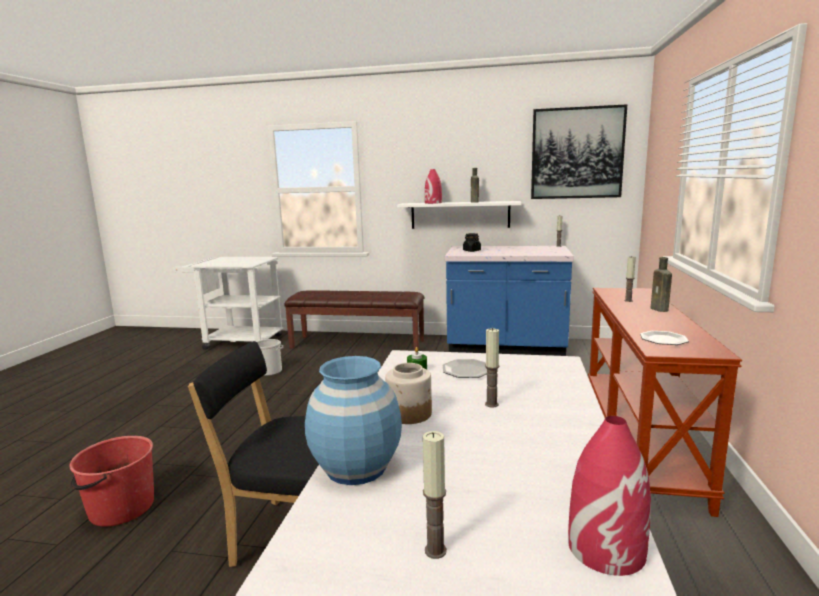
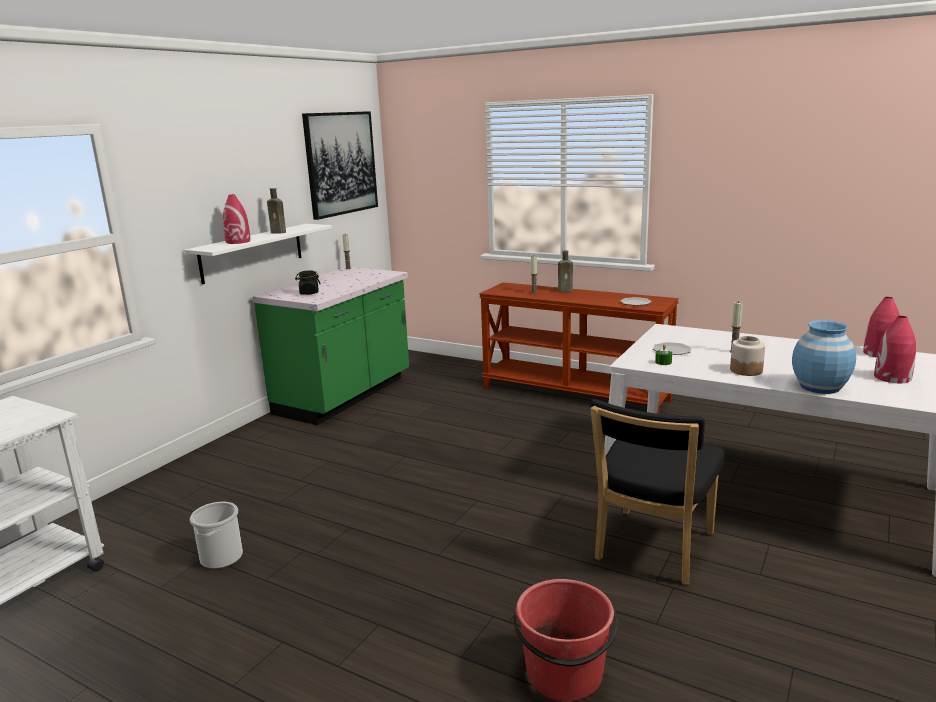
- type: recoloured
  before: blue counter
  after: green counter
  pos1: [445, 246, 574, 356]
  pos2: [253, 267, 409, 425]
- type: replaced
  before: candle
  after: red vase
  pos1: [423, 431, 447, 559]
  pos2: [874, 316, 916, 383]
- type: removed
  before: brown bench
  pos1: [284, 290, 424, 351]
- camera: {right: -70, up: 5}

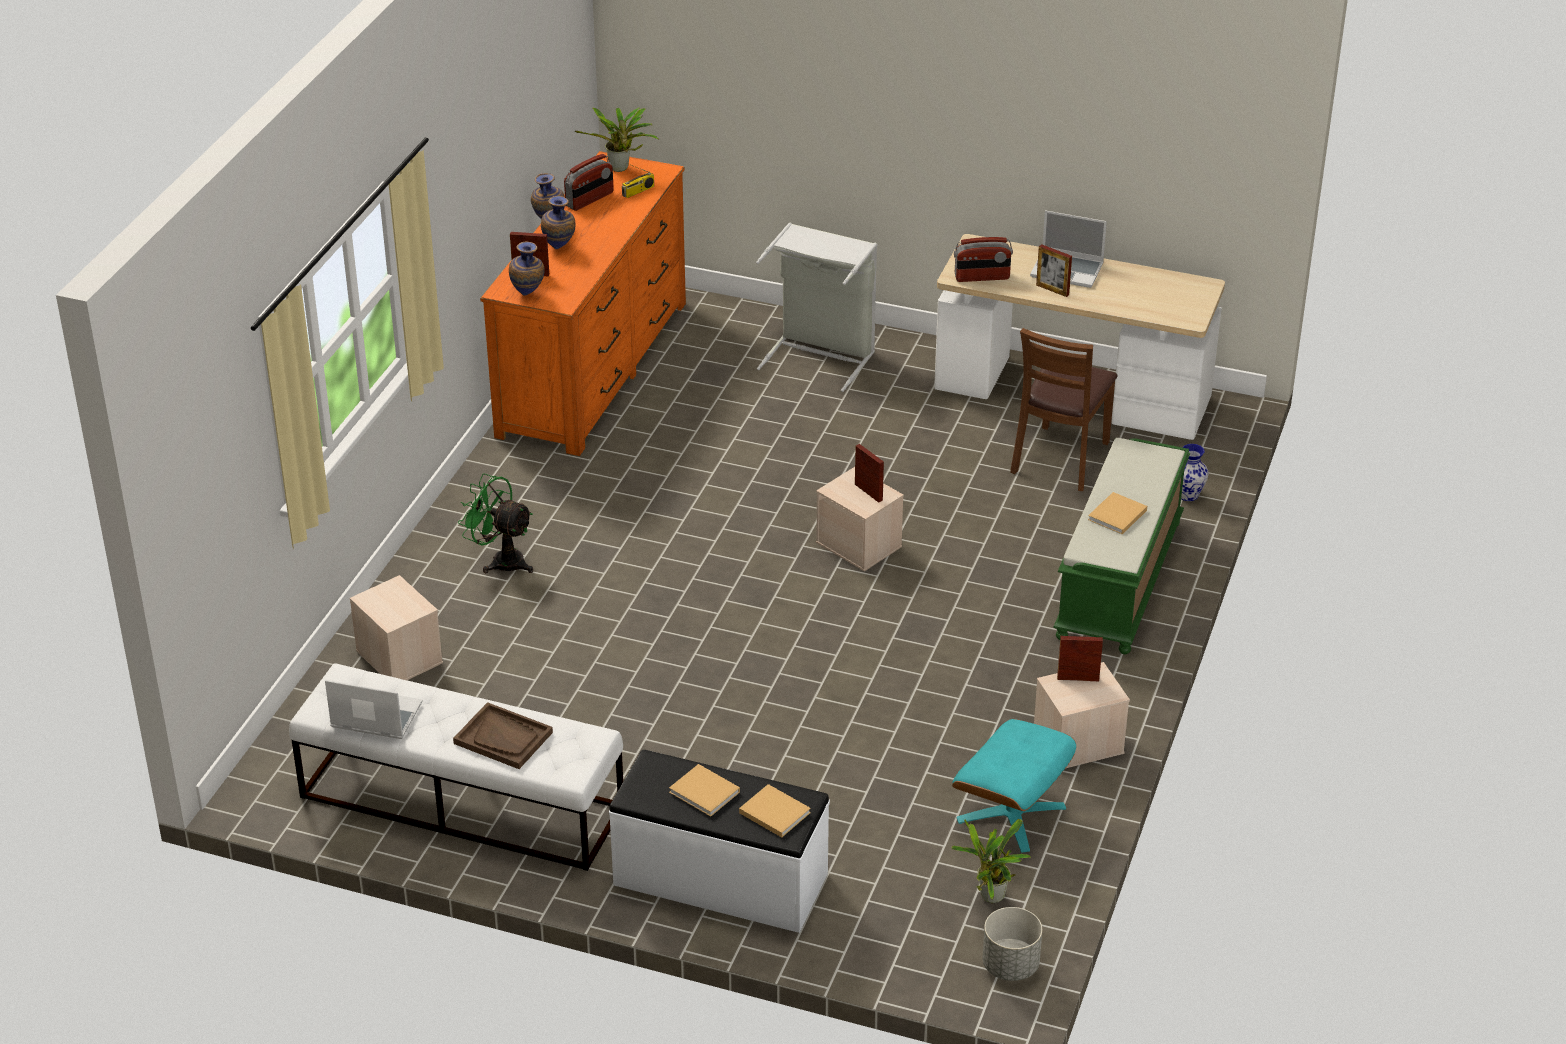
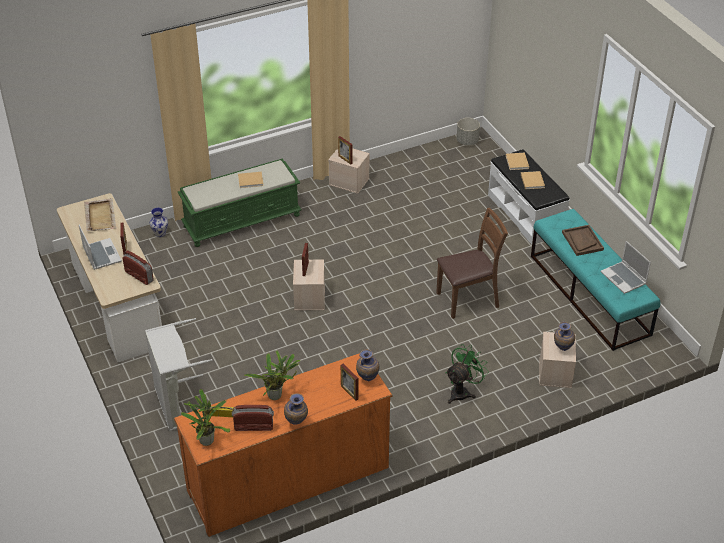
- type: added
  after: beige tray
  pos2: [84, 198, 116, 231]
- type: moved
  before: potted plant
  pos1: [951, 819, 1031, 903]
  pos2: [244, 350, 300, 400]
- type: moved
  before: brown chair
  pos1: [1010, 328, 1118, 491]
  pos2: [436, 208, 508, 319]
- type: turned
  before: green fan
  pos1: [458, 473, 533, 573]
  pos2: [446, 344, 489, 404]
  turn: -120
- type: recoloured
  before: white bench
  after: turquoise bench
  pos1: [289, 663, 623, 871]
  pos2: [531, 209, 660, 351]
- type: moved
  before: vase
  pos1: [541, 196, 575, 249]
  pos2: [554, 322, 575, 351]
- type: removed
  before: turquoise ottoman
  pos1: [952, 719, 1076, 853]
- camera: {right: -135, up: 5}

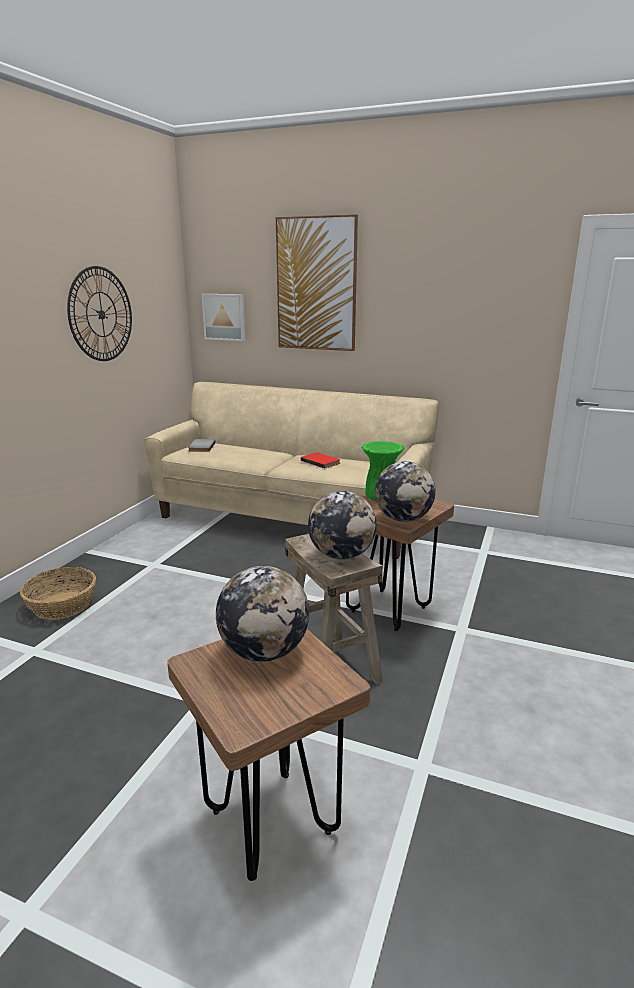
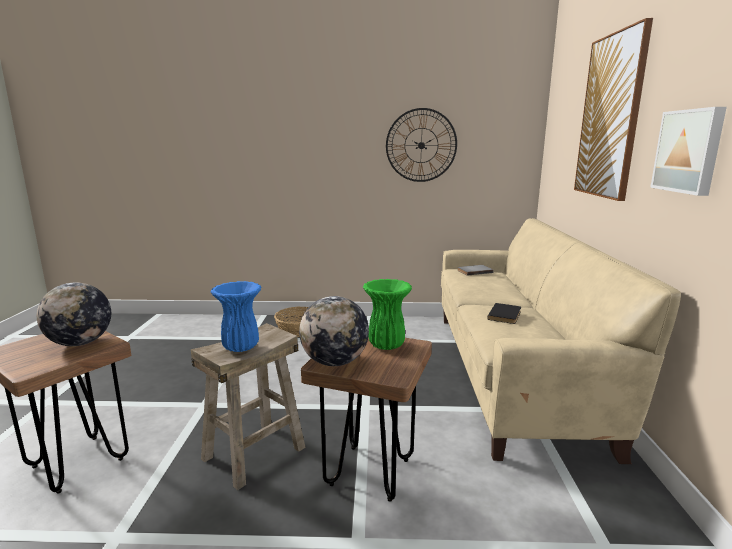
- type: replaced
  before: globe
  after: blue vase
  pos1: [308, 491, 376, 559]
  pos2: [211, 281, 261, 352]
- type: recoloured
  before: red book
  after: black book
  pos1: [301, 453, 340, 468]
  pos2: [487, 303, 521, 324]
- type: moved
  before: picture
  pos1: [202, 294, 245, 341]
  pos2: [650, 107, 727, 196]
- camera: {right: 70, up: -5}

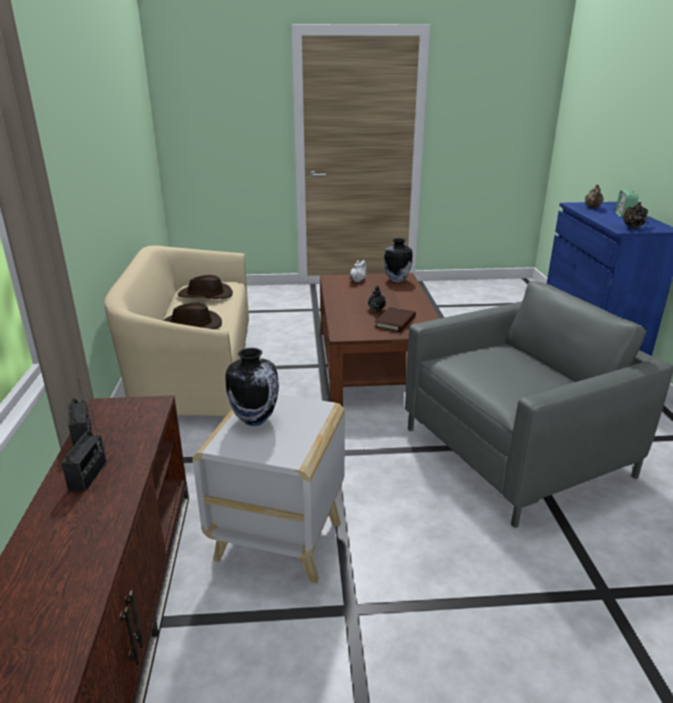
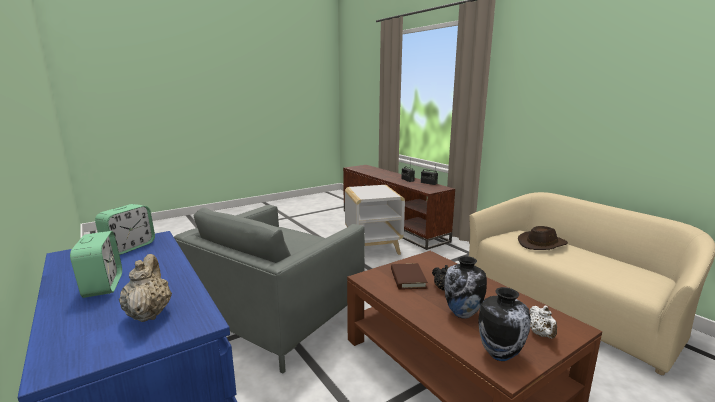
- type: replaced
  before: black teapot
  after: alarm clock
  pos1: [623, 202, 648, 228]
  pos2: [95, 204, 155, 255]
- type: moved
  before: vase
  pos1: [225, 348, 279, 426]
  pos2: [444, 256, 487, 319]
- type: removed
  before: brown hat
  pos1: [178, 275, 233, 299]
- camera: {right: 150, up: -10}

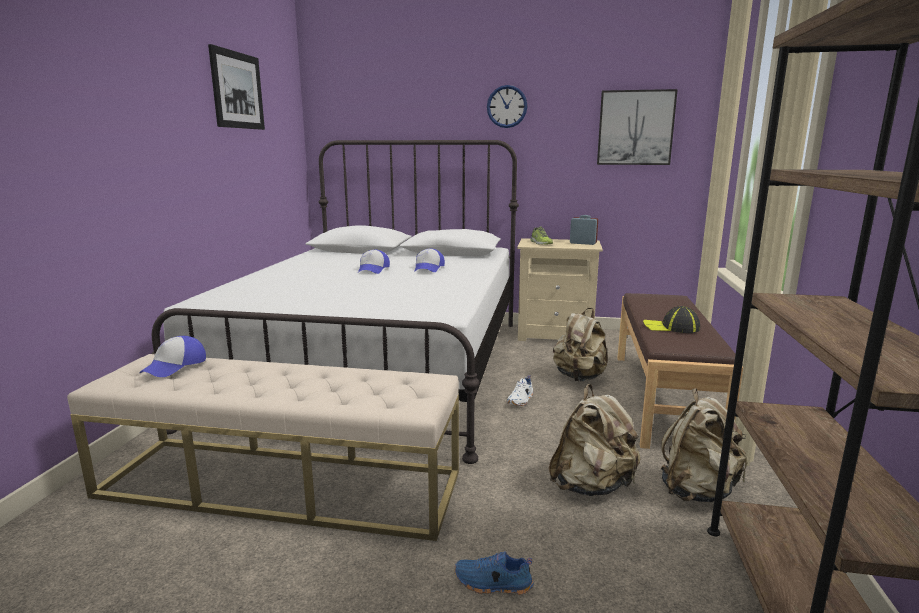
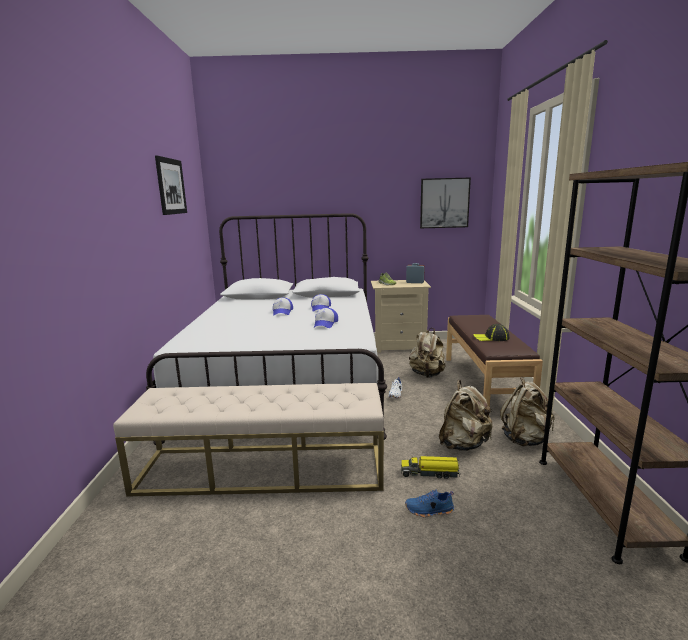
- type: moved
  before: cap
  pos1: [139, 336, 206, 377]
  pos2: [314, 308, 338, 328]
- type: added
  after: toy truck
  pos2: [401, 456, 460, 479]
- type: removed
  before: wall clock
  pos1: [487, 85, 527, 128]
- camera: {right: -10, up: 0}

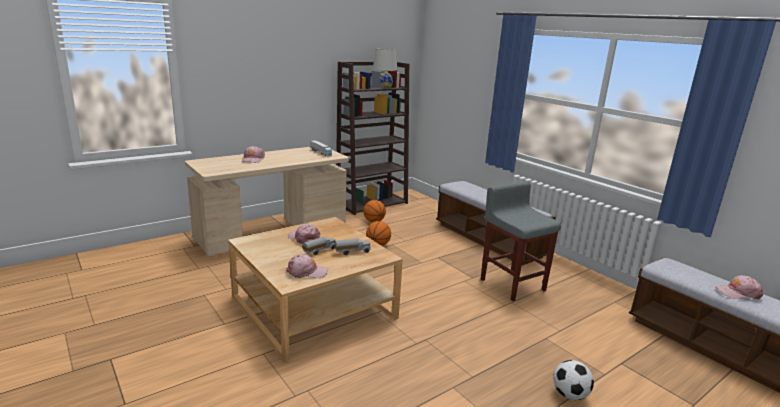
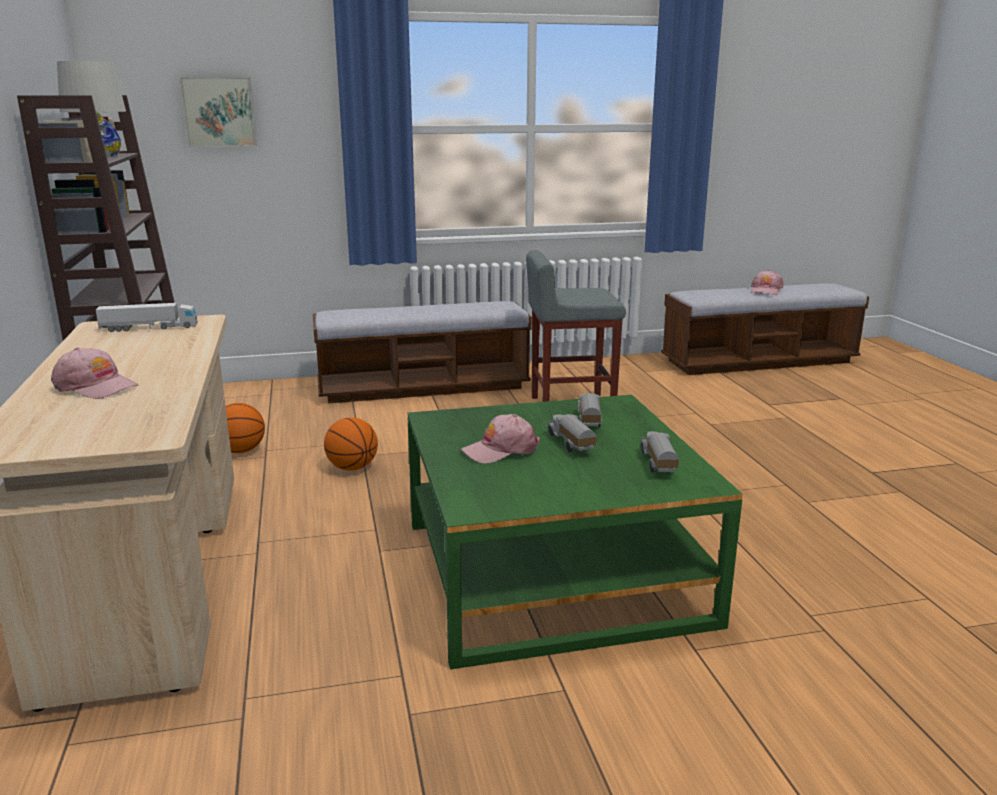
- type: added
  after: picture
  pos2: [180, 77, 257, 147]
- type: recoloured
  before: beige coffee table
  after: green coffee table
  pos1: [228, 217, 403, 362]
  pos2: [408, 395, 743, 669]
- type: replaced
  before: pink cap
  after: toy truck
  pos1: [287, 254, 328, 278]
  pos2: [640, 431, 679, 473]
- type: removed
  before: football
  pos1: [553, 360, 594, 400]
- camera: {right: -65, up: 0}

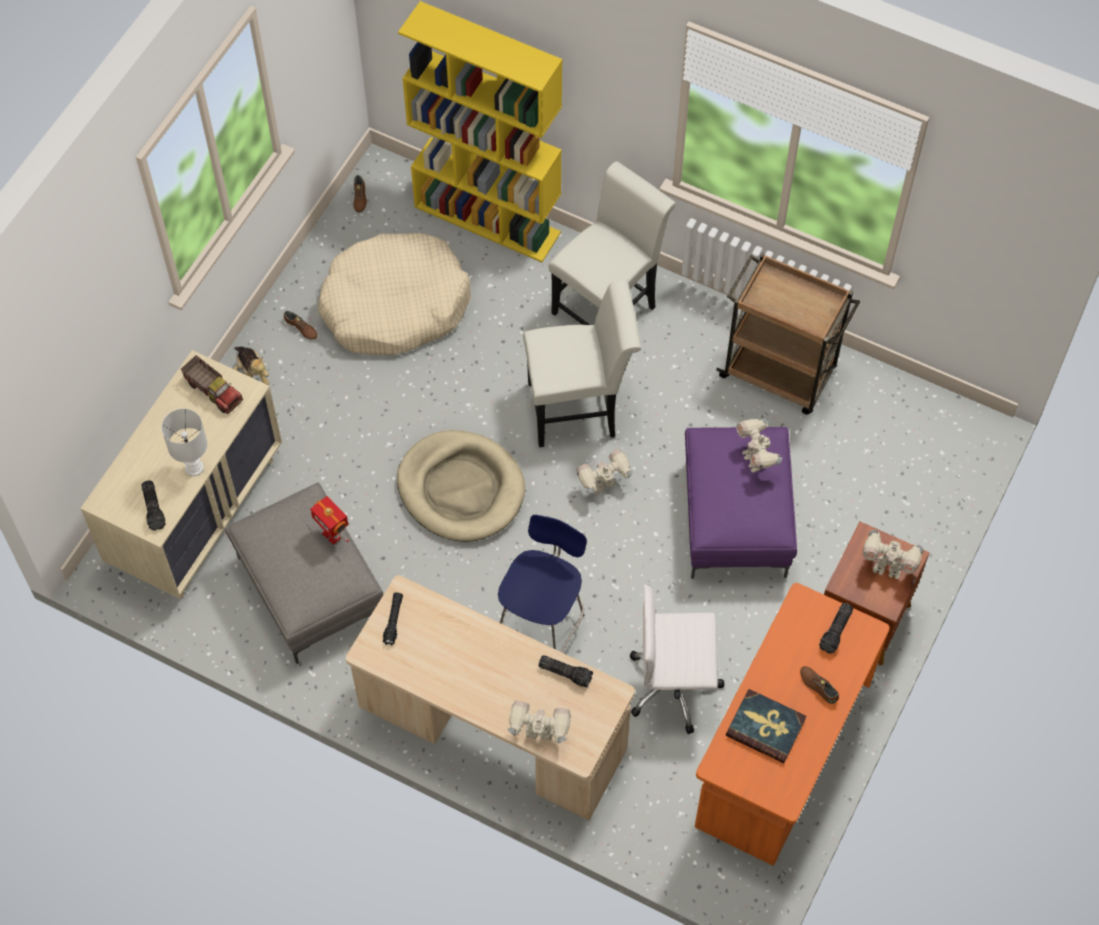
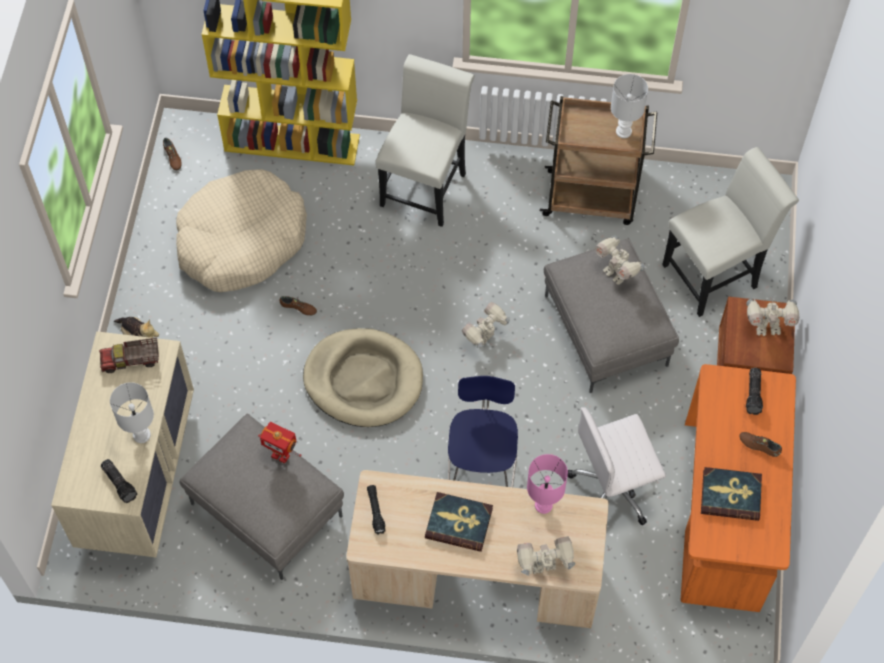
- type: turned
  before: toy truck
  pos1: [181, 355, 243, 414]
  pos2: [99, 337, 159, 373]
  turn: 150
- type: moved
  before: brown shoe
  pos1: [284, 311, 318, 340]
  pos2: [280, 296, 317, 316]
- type: added
  after: book
  pos2: [425, 492, 493, 552]
- type: replaced
  before: flashlight
  after: pink table lamp
  pos1: [538, 655, 593, 687]
  pos2: [527, 454, 568, 514]
- type: recoloured
  before: purple ottoman
  after: grey ottoman
  pos1: [685, 427, 797, 579]
  pos2: [544, 238, 679, 393]
- type: added
  after: white table lamp
  pos2: [611, 74, 648, 138]
- type: moved
  before: white chair
  pos1: [523, 280, 641, 447]
  pos2: [662, 147, 799, 317]
- camera: {right: -20, up: 0}

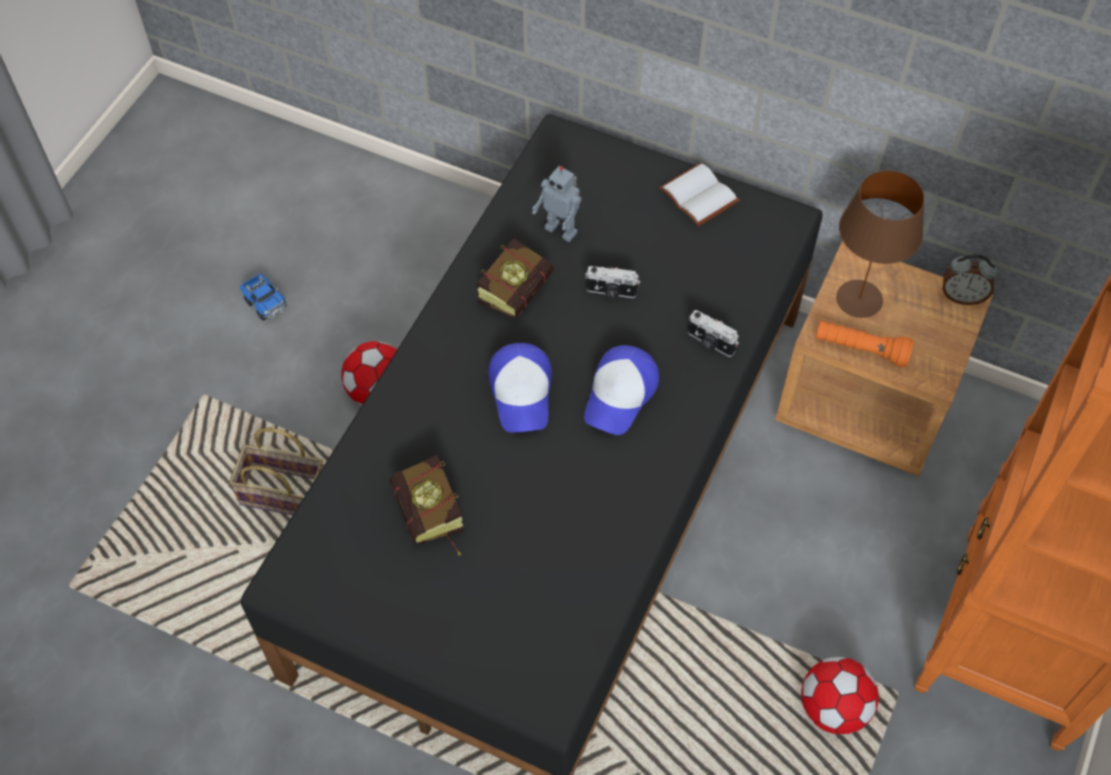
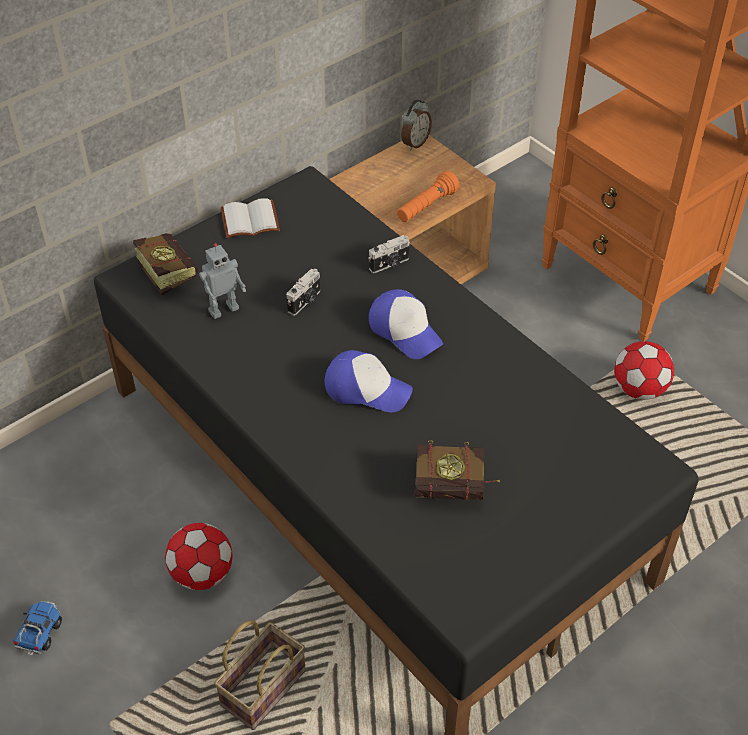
- type: turned
  before: toy truck
  pos1: [240, 273, 287, 321]
  pos2: [13, 601, 62, 655]
  turn: -60
- type: moved
  before: book
  pos1: [477, 238, 553, 318]
  pos2: [133, 233, 198, 296]
- type: removed
  before: brown table lamp
  pos1: [836, 170, 925, 318]
- camera: {right: -65, up: -10}

